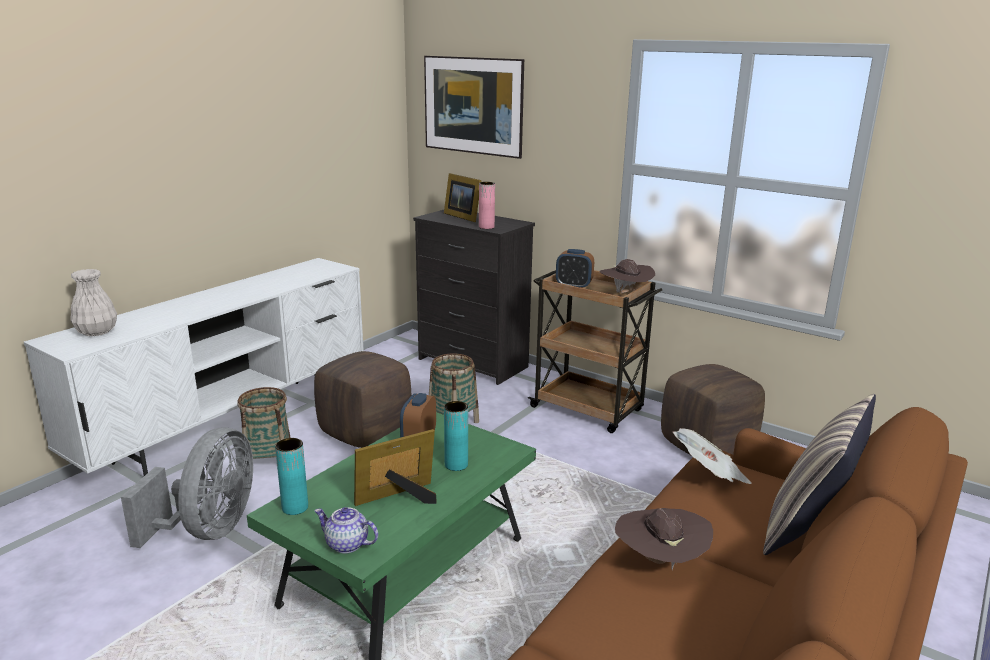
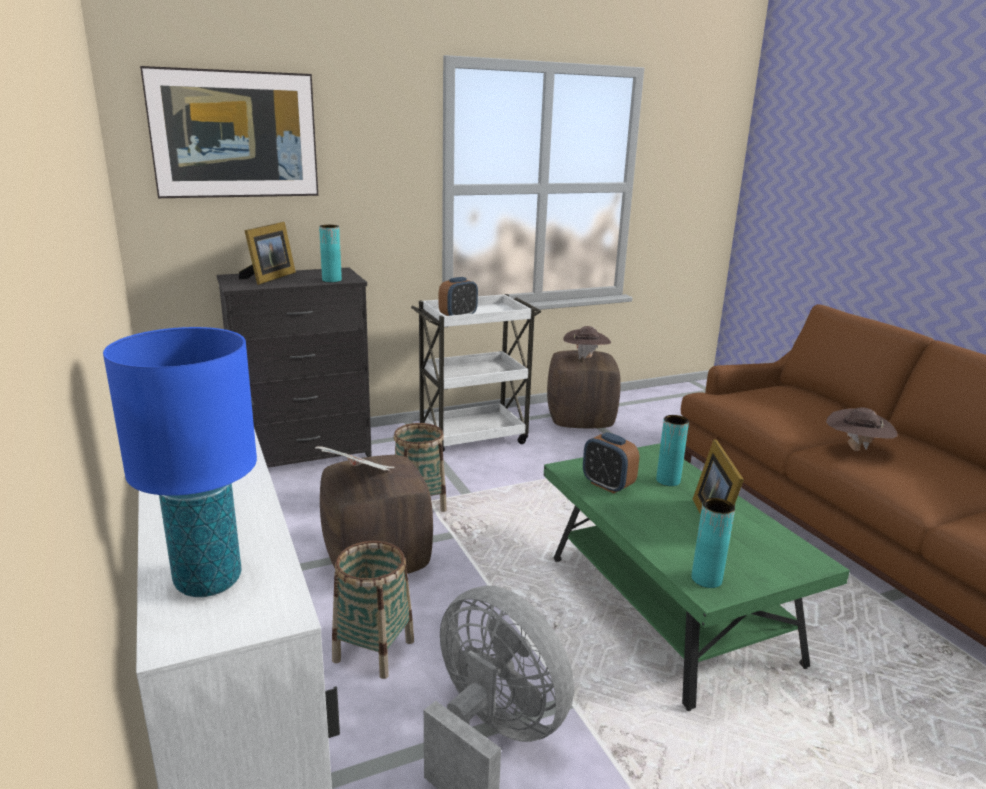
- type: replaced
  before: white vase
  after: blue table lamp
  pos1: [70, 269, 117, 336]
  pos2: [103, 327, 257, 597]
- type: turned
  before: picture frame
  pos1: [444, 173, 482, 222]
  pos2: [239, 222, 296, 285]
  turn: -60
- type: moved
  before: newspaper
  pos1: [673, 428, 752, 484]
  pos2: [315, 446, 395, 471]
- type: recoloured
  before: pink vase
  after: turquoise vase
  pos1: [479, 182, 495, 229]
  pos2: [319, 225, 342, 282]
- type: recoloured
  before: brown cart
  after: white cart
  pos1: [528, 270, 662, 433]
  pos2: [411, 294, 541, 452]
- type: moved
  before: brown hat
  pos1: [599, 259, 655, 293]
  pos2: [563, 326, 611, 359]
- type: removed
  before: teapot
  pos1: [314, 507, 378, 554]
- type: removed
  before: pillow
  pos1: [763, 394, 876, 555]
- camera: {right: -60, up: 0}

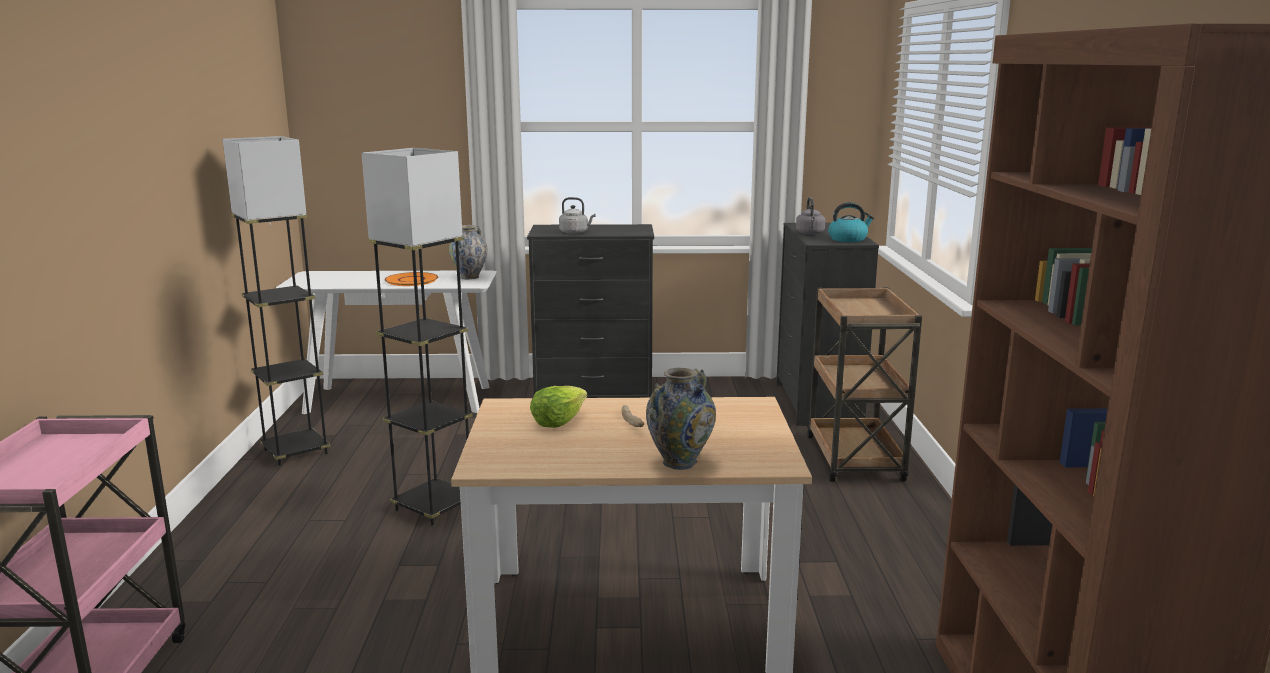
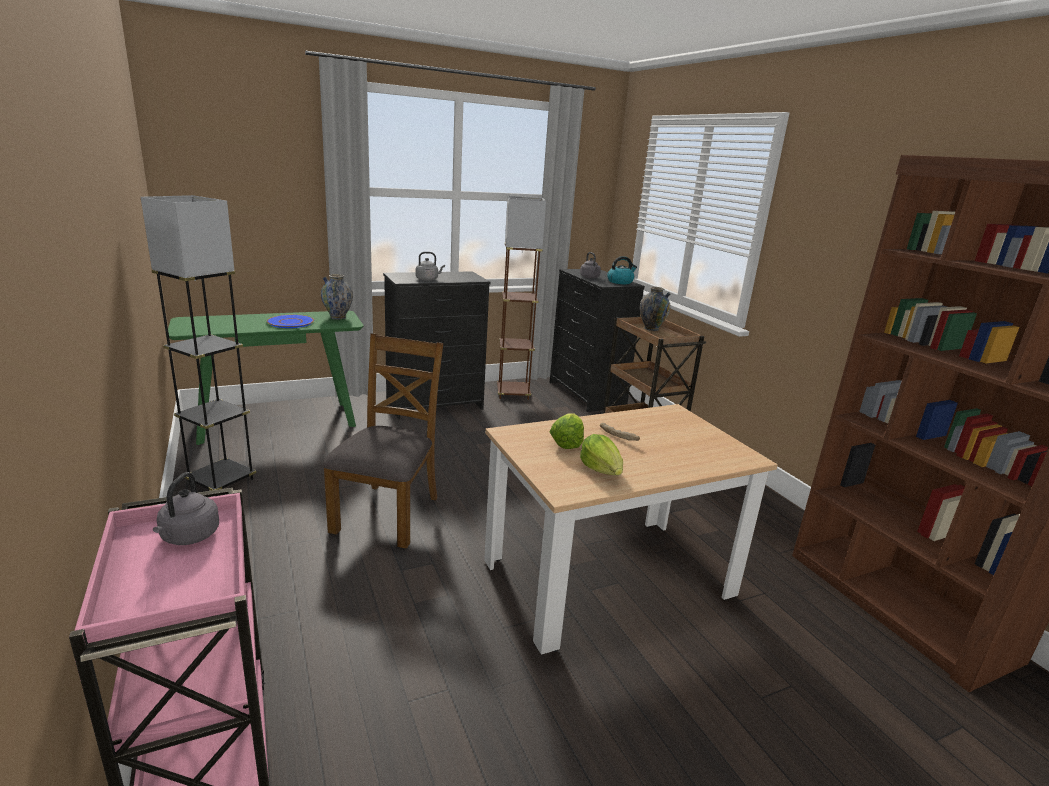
- type: added
  after: grey kettle
  pos2: [153, 472, 219, 545]
- type: recoloured
  before: white console table
  after: green console table
  pos1: [276, 270, 497, 414]
  pos2: [168, 311, 364, 445]
- type: recoloured
  before: orange plate
  after: blue plate
  pos1: [384, 272, 438, 286]
  pos2: [267, 315, 314, 328]
- type: replaced
  before: grey floor lamp
  after: brown chair
  pos1: [362, 148, 473, 526]
  pos2: [322, 333, 443, 549]
- type: added
  after: brown floor lamp
  pos2: [497, 196, 546, 400]
- type: added
  after: lettuce
  pos2: [580, 434, 623, 475]
- type: moved
  before: vase
  pos1: [646, 368, 716, 470]
  pos2: [640, 287, 671, 331]
- camera: {right: -25, up: 5}

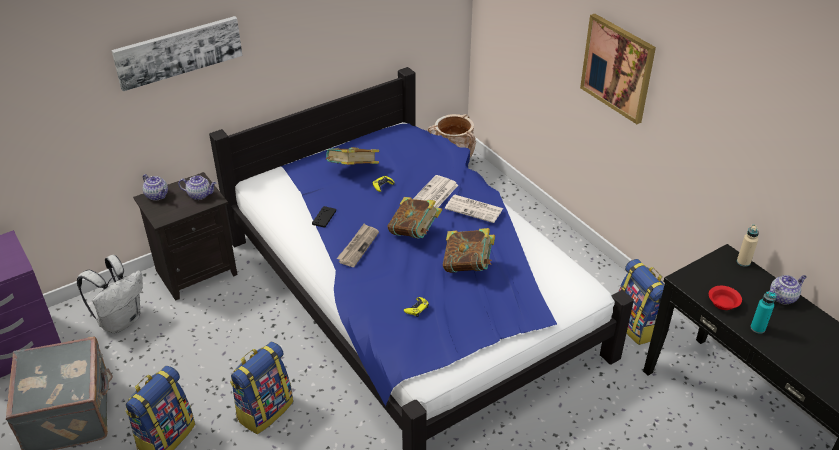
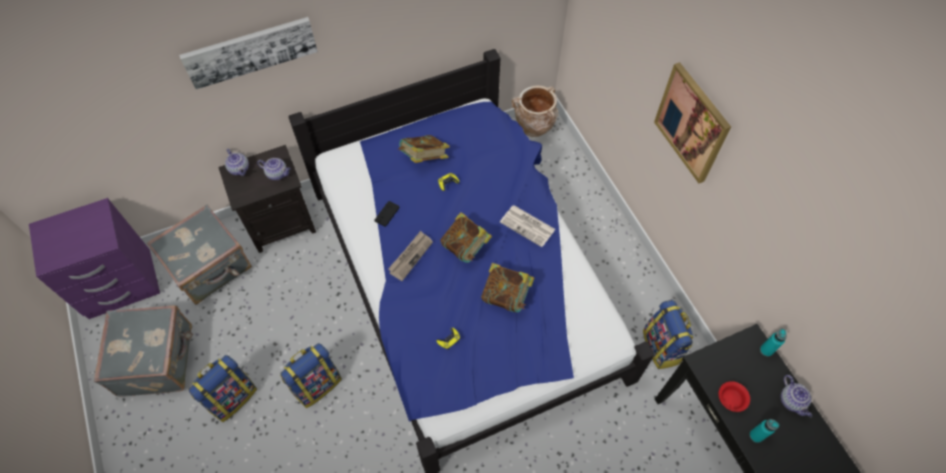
- type: replaced
  before: white backpack
  after: grey suitcase
  pos1: [77, 255, 143, 334]
  pos2: [147, 204, 252, 305]
- type: recoloured
  before: beige bottle
  after: turquoise bottle
  pos1: [737, 225, 759, 267]
  pos2: [760, 329, 787, 357]
- type: turned
  before: teapot
  pos1: [769, 275, 807, 305]
  pos2: [781, 375, 812, 417]
  turn: 90
- type: removed
  before: newspaper
  pos1: [413, 175, 458, 208]
- camera: {right: 10, up: 20}

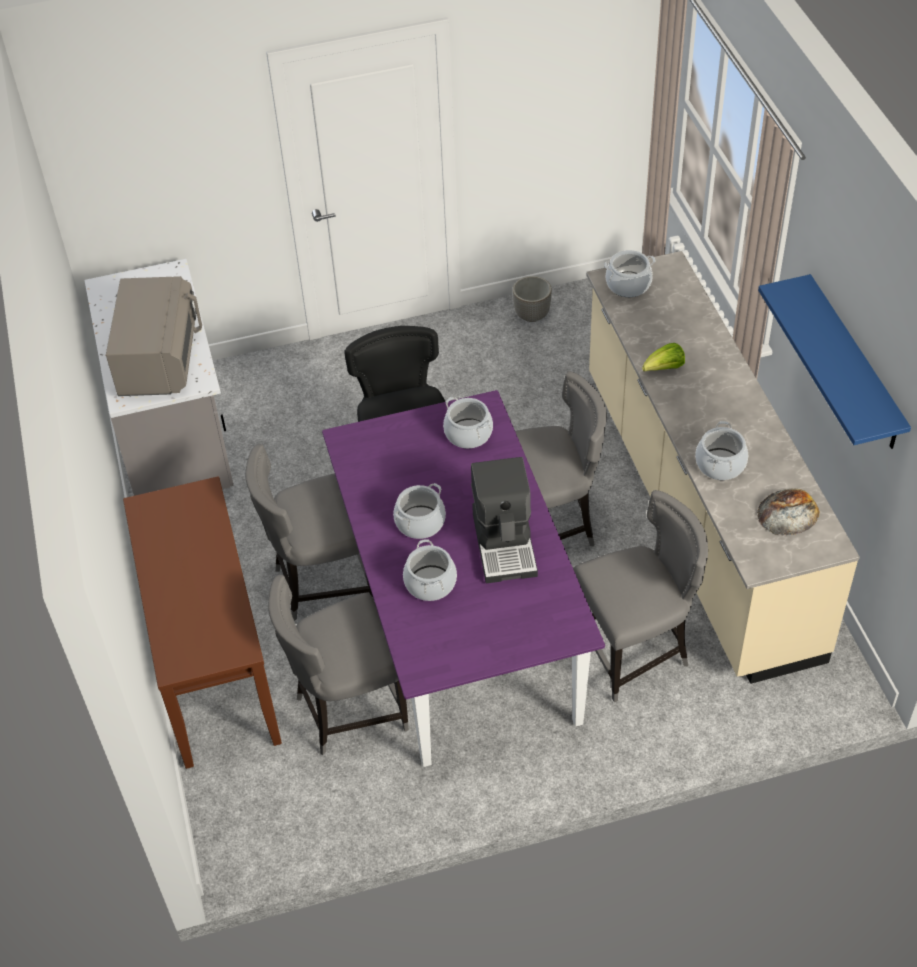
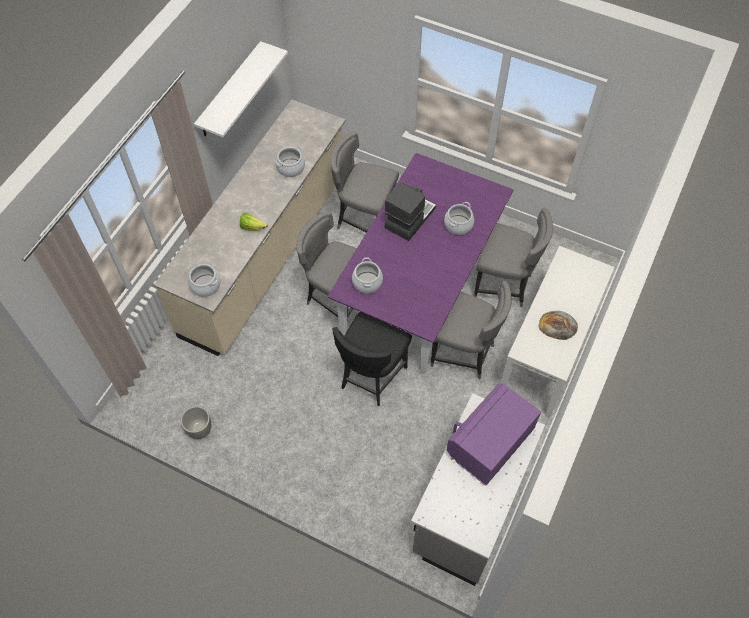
- type: recoloured
  before: blue shelf
  after: white shelf
  pos1: [758, 274, 911, 449]
  pos2: [194, 41, 288, 137]
- type: recoloured
  before: grey microwave
  after: purple microwave
  pos1: [106, 276, 202, 396]
  pos2: [447, 384, 541, 486]
- type: recoloured
  before: brown console table
  after: white console table
  pos1: [123, 476, 282, 769]
  pos2: [500, 246, 615, 418]
- type: moved
  before: bread
  pos1: [757, 488, 820, 536]
  pos2: [539, 311, 578, 340]
- type: removed
  before: cooking pot
  pos1: [393, 483, 446, 539]
- camera: {right: -140, up: 10}

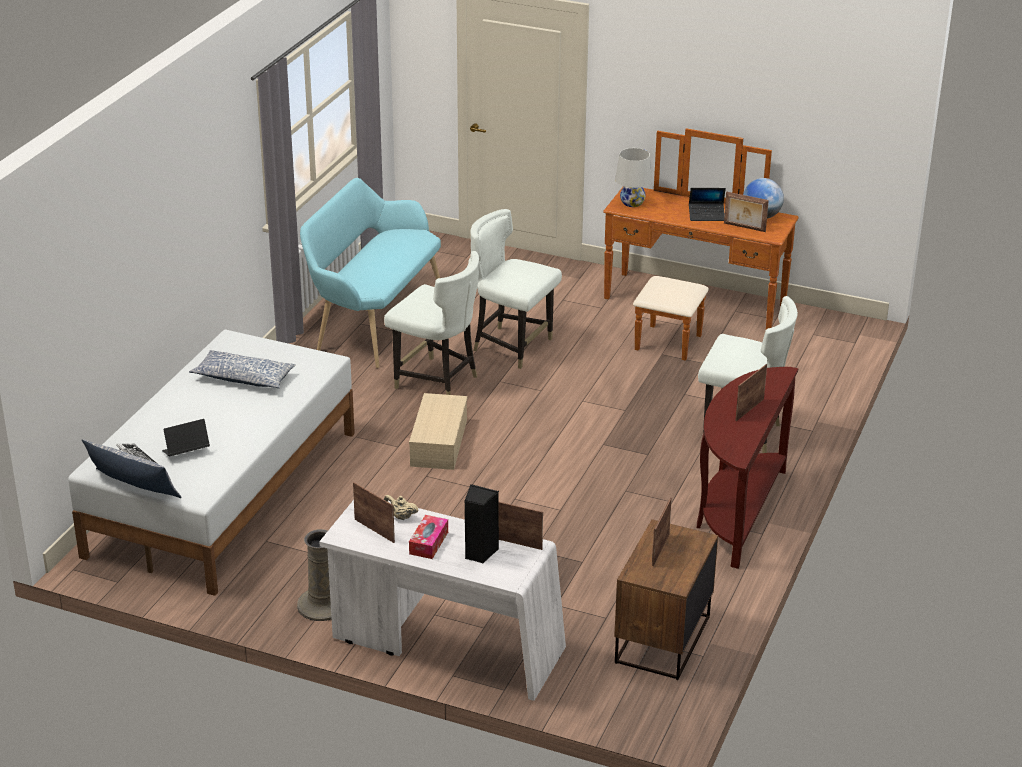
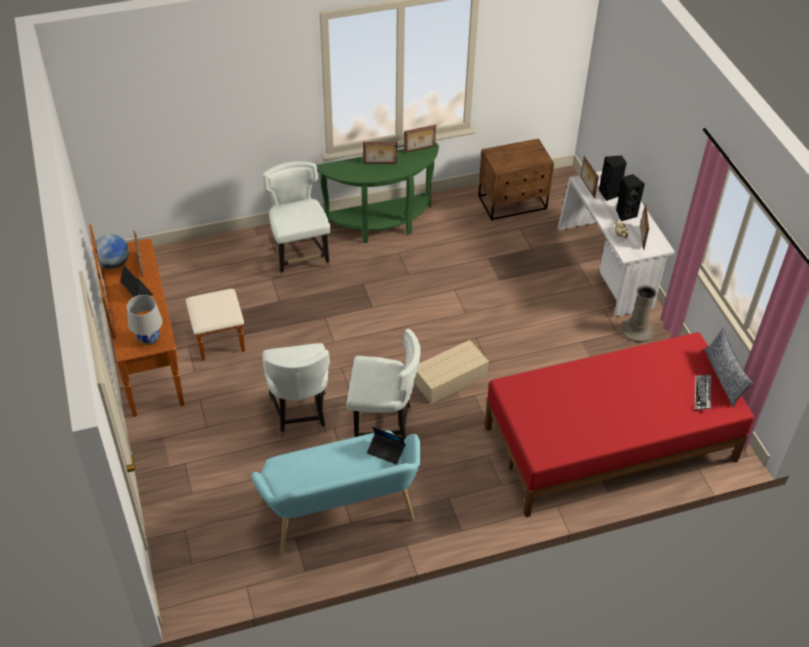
- type: recoloured
  before: brown console table
  after: green console table
  pos1: [697, 367, 798, 569]
  pos2: [316, 143, 439, 243]
- type: turned
  before: white chair
  pos1: [384, 251, 479, 395]
  pos2: [346, 329, 421, 440]
  turn: 105
- type: moved
  before: laptop
  pos1: [162, 419, 210, 456]
  pos2: [367, 427, 406, 465]
- type: moved
  before: picture frame
  pos1: [652, 498, 672, 566]
  pos2: [404, 125, 436, 153]
- type: recoloured
  before: white bed
  after: red bed
  pos1: [68, 329, 355, 596]
  pos2: [485, 332, 754, 517]
- type: replaced
  before: tissue box
  after: black speaker
  pos1: [409, 515, 448, 559]
  pos2: [616, 174, 645, 221]
- type: removed
  before: pillow
  pos1: [189, 350, 296, 388]
- camera: {right: -130, up: 15}

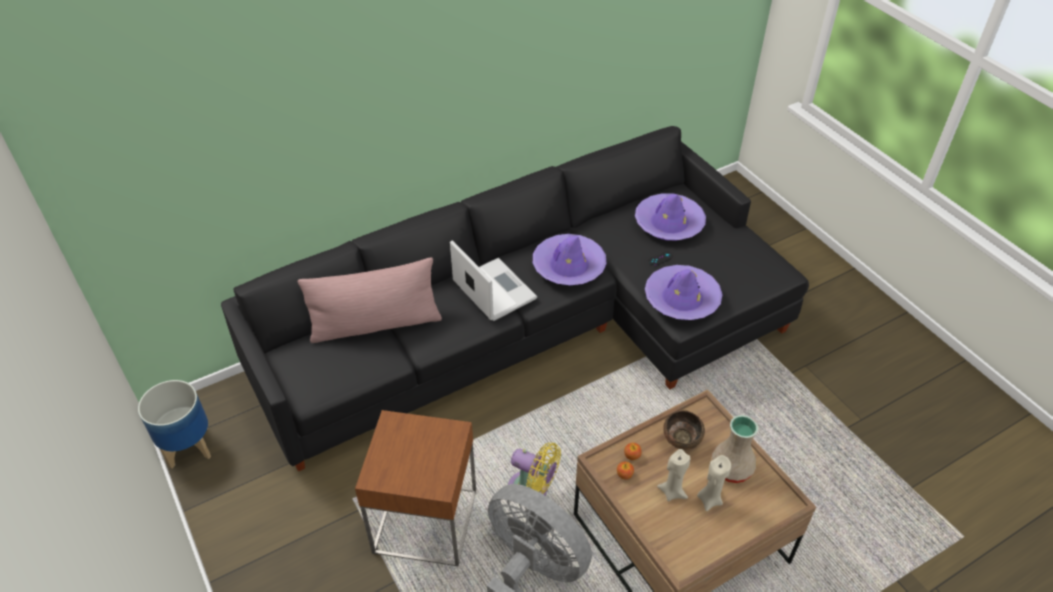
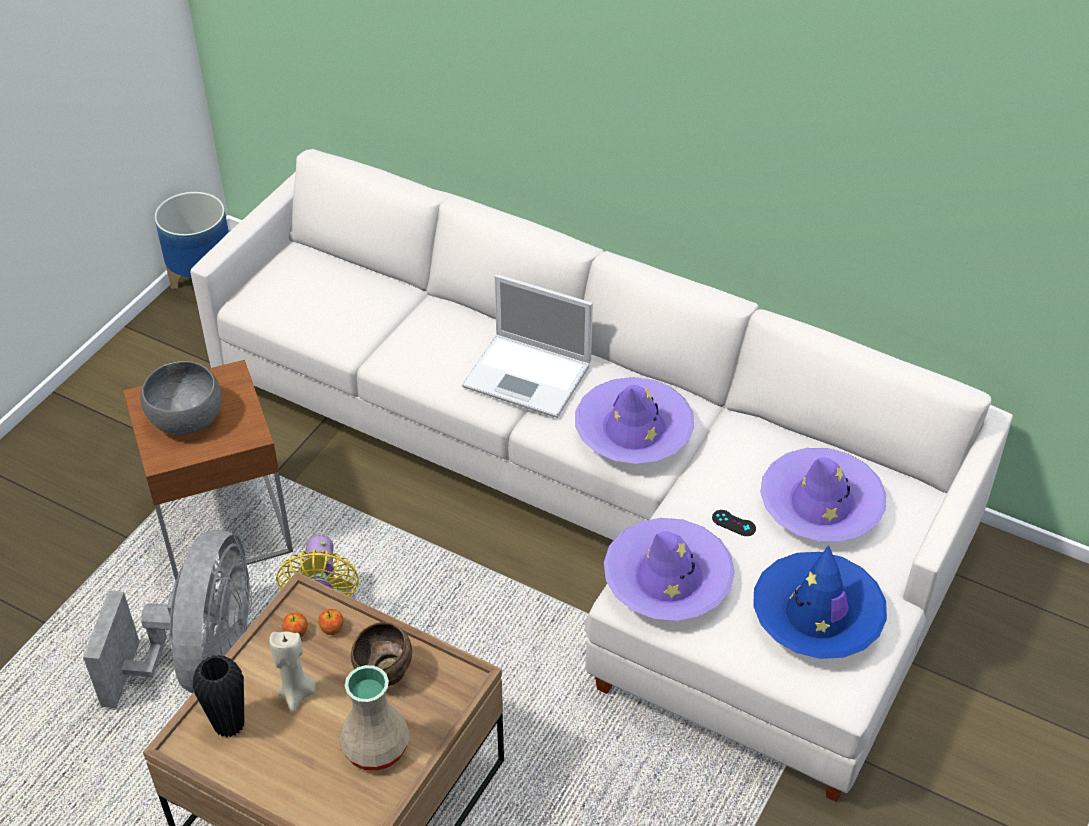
- type: added
  after: grey bowl
  pos2: [140, 361, 222, 435]
- type: recoloured
  before: black sofa
  after: white sofa
  pos1: [221, 126, 809, 472]
  pos2: [190, 149, 1013, 802]
- type: added
  after: black vase
  pos2: [192, 655, 244, 738]
- type: turned
  before: laptop
  pos1: [450, 240, 537, 321]
  pos2: [462, 274, 593, 418]
  turn: 90
- type: added
  after: blue hat
  pos2: [753, 545, 887, 659]
- type: removed
  before: pink pillow
  pos1: [298, 257, 442, 343]
- type: removed
  before: beige candle
  pos1: [697, 455, 731, 511]
- camera: {right: 60, up: 0}

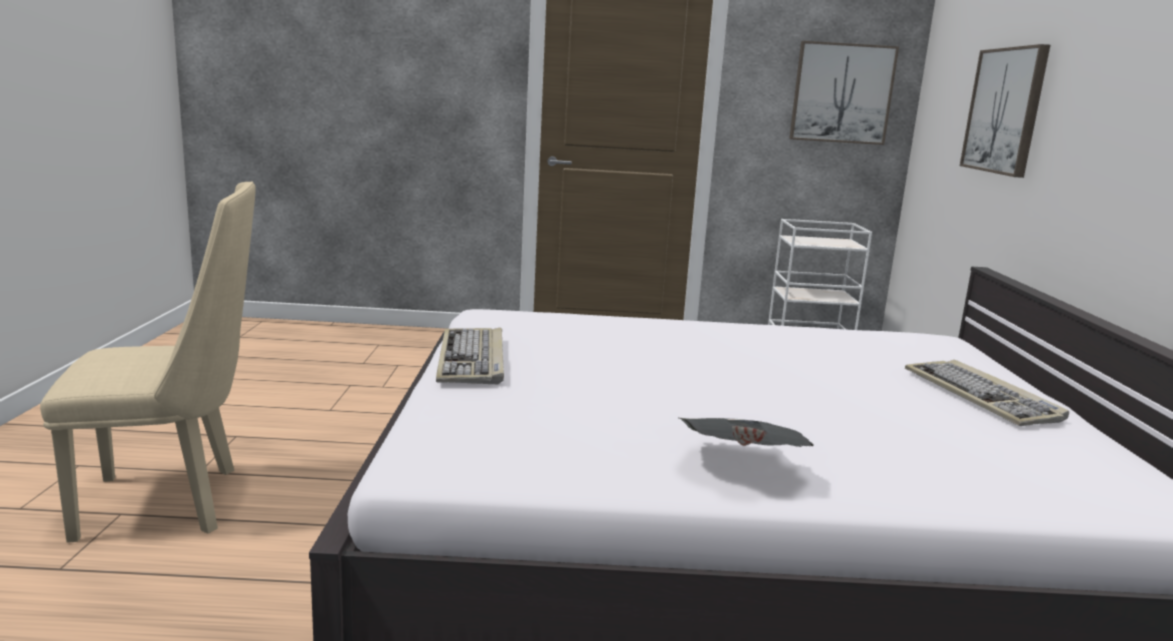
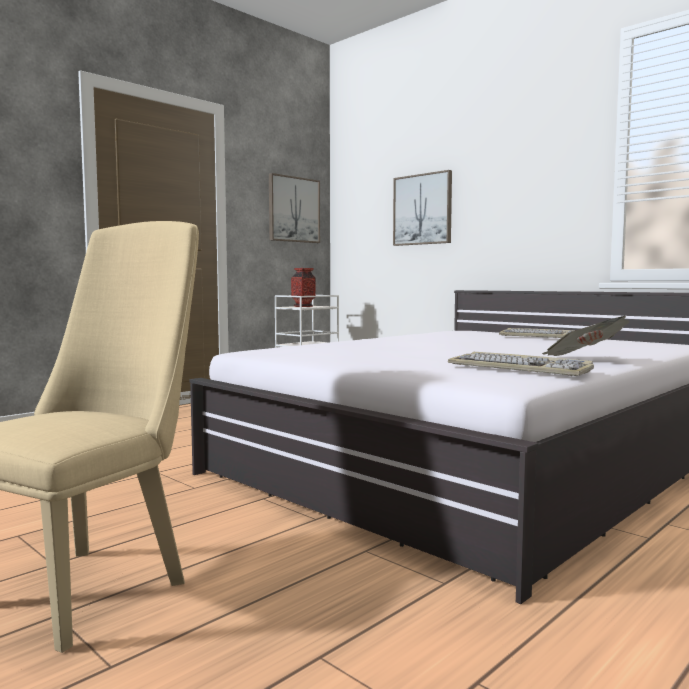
- type: added
  after: vase
  pos2: [291, 268, 316, 307]
- type: moved
  before: keyboard
  pos1: [436, 328, 504, 384]
  pos2: [448, 352, 594, 376]
- camera: {right: -45, up: -10}

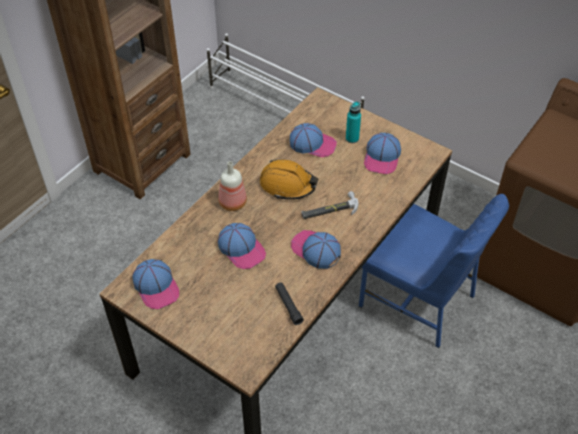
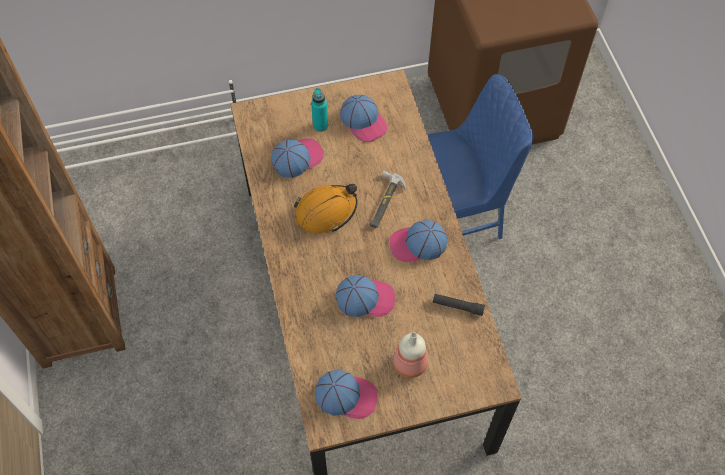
- type: moved
  before: bottle
  pos1: [218, 161, 247, 211]
  pos2: [393, 332, 428, 378]
- camera: {right: -50, up: 10}

